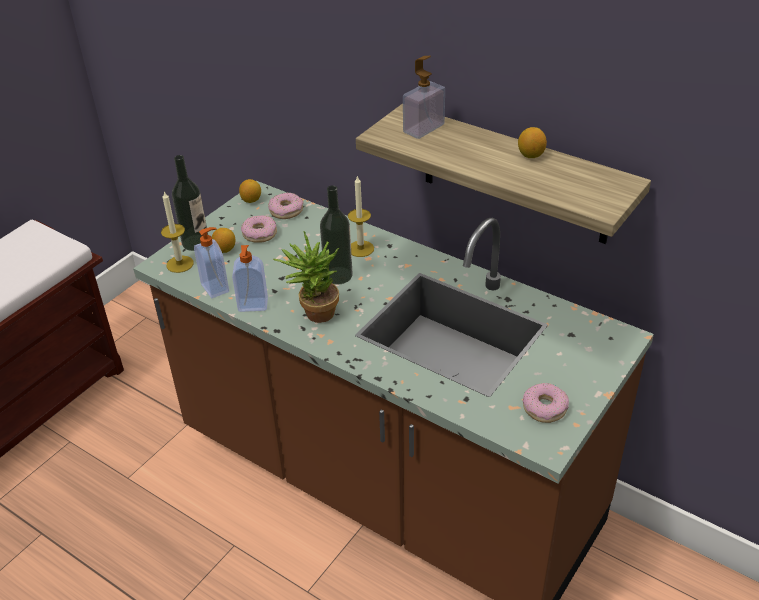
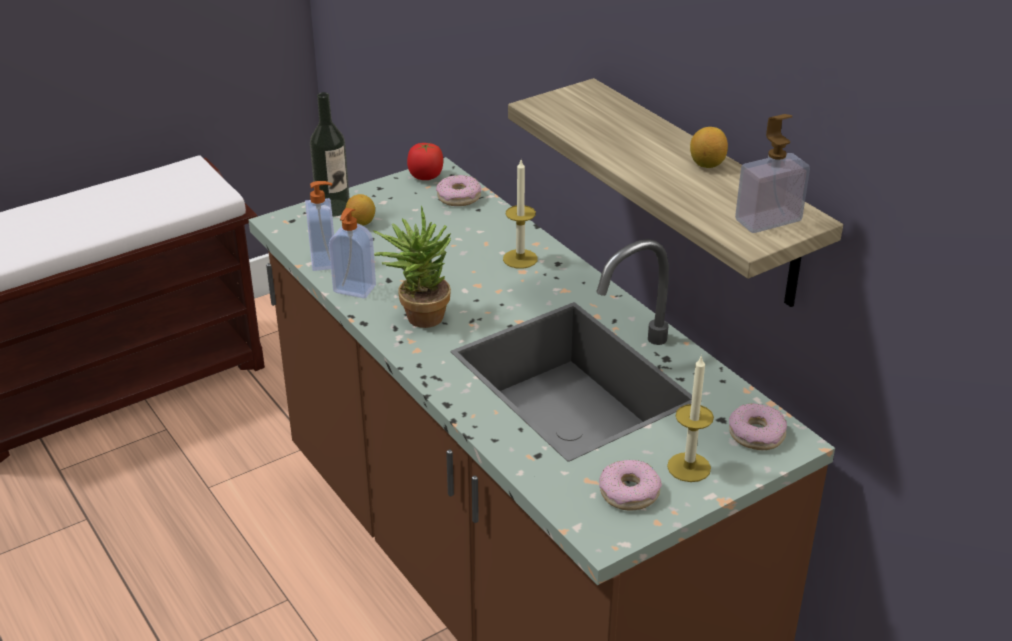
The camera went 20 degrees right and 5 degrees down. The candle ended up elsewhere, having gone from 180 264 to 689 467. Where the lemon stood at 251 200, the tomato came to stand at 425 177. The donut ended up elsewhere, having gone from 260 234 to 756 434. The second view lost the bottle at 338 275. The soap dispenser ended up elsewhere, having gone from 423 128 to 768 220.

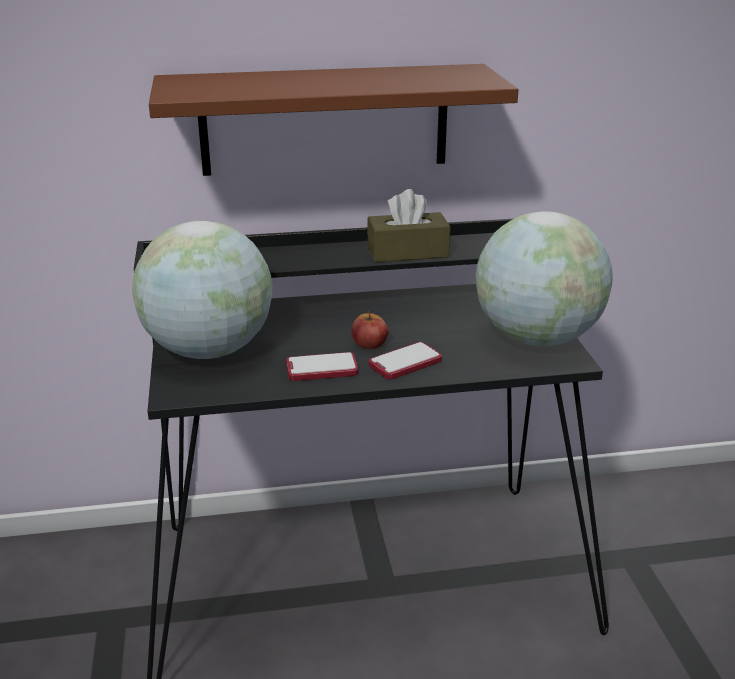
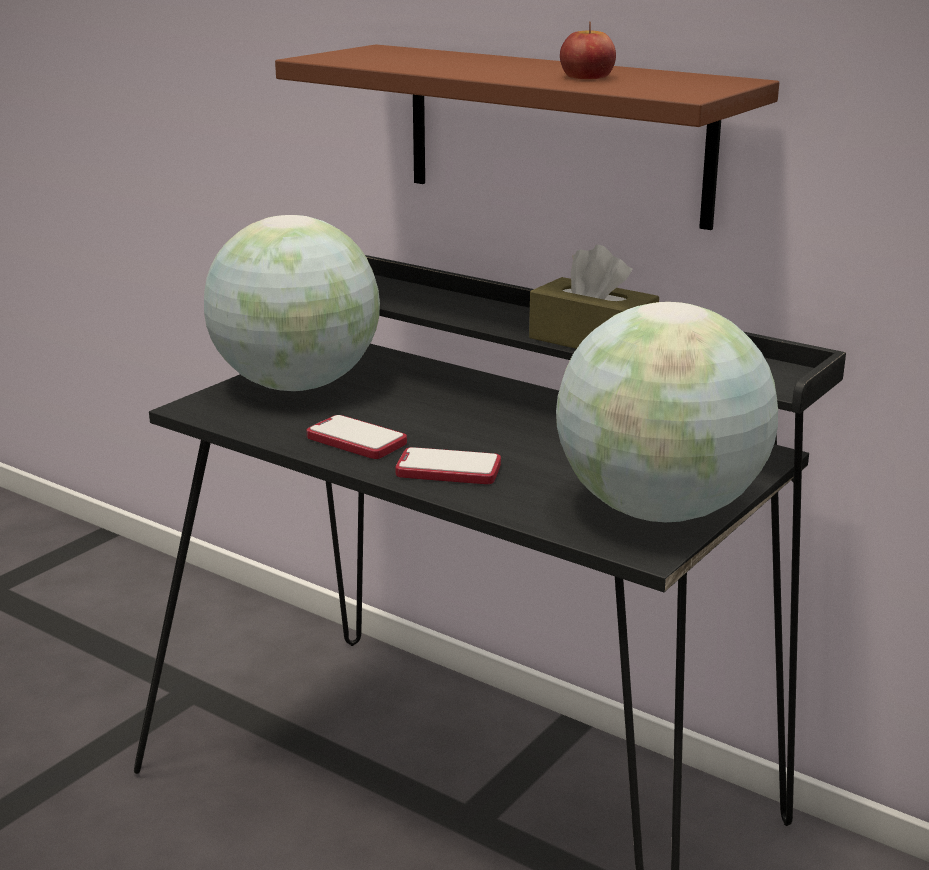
The camera went 45 degrees right and 5 degrees down. The apple ended up elsewhere, having gone from 369 343 to 587 76.

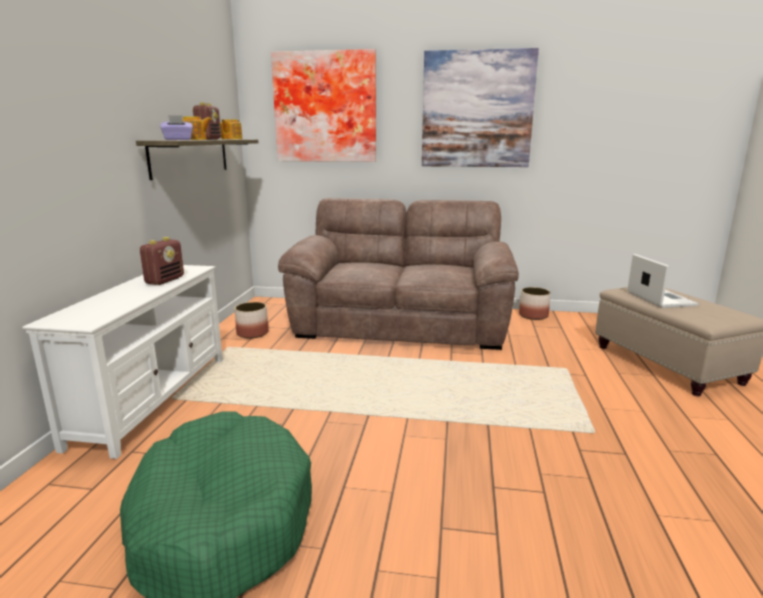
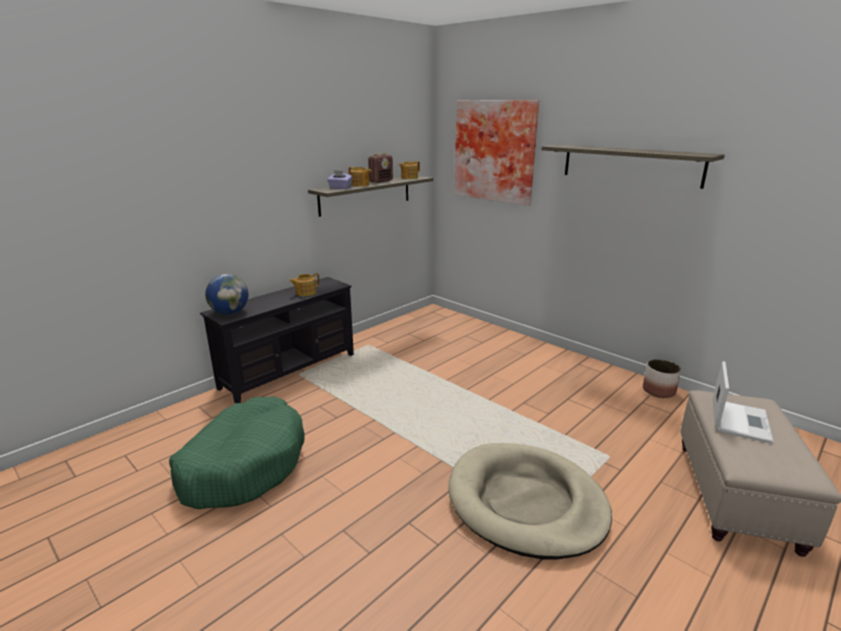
The camera went 35 degrees right and 5 degrees up. What was the tv stand in white at 153 399 turned into the tv stand in black at 289 371. Where the radio stood at 165 280, the teapot came to stand at 305 292. The second view lost the planter at 252 333. The second view lost the sofa in brown at 401 323. Where the picture hung at 477 110, the shelf came to hang at 630 165. The second view gained the globe at 230 312. The second view gained the dog bed in beige at 526 503.

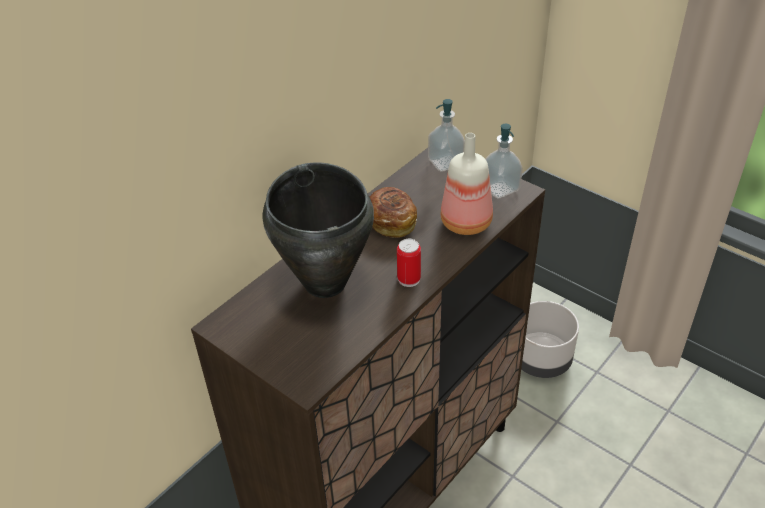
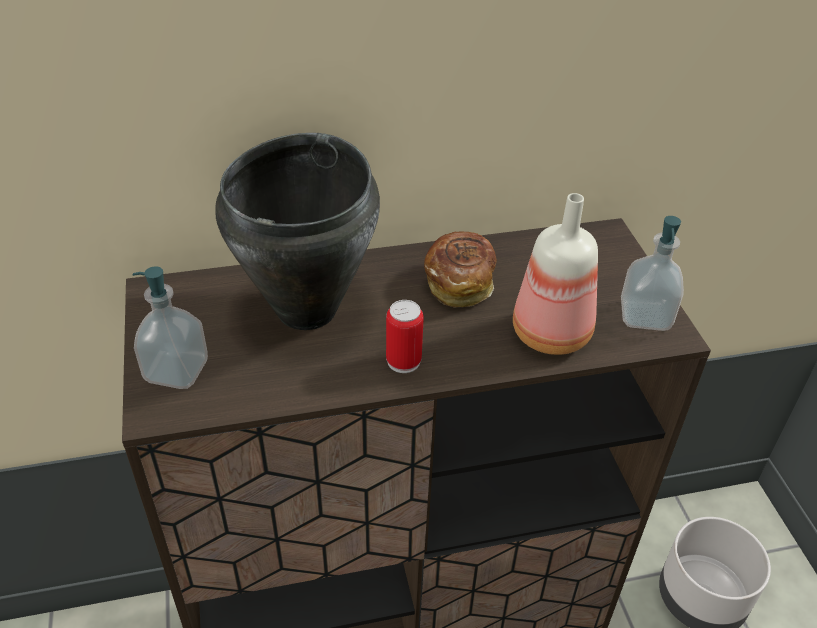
The camera went 35 degrees right and 0 degrees up. The soap dispenser ended up elsewhere, having gone from 445 162 to 176 370.

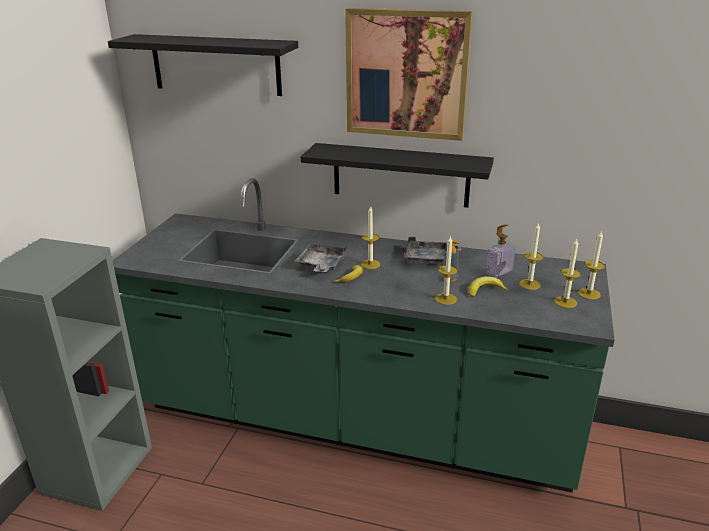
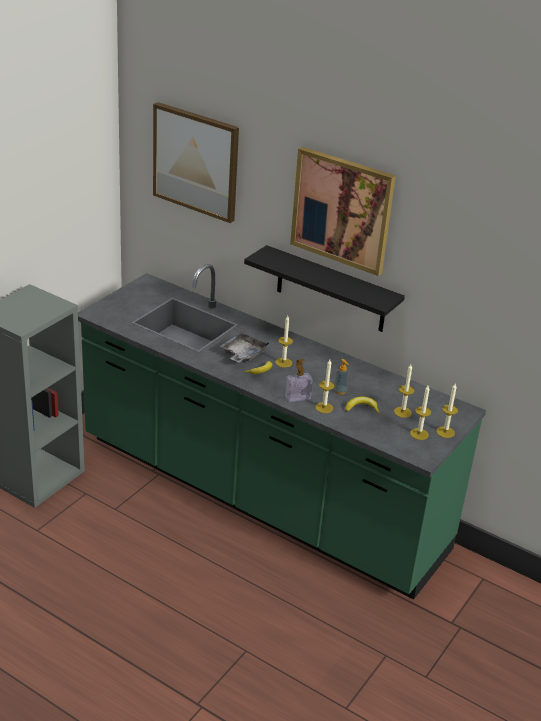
The camera went 15 degrees right and 5 degrees up. Where the shelf in black hung at 216 65, the picture came to hang at 196 161. The second view lost the tray in grey at 429 259. The soap dispenser ended up elsewhere, having gone from 498 271 to 297 397.

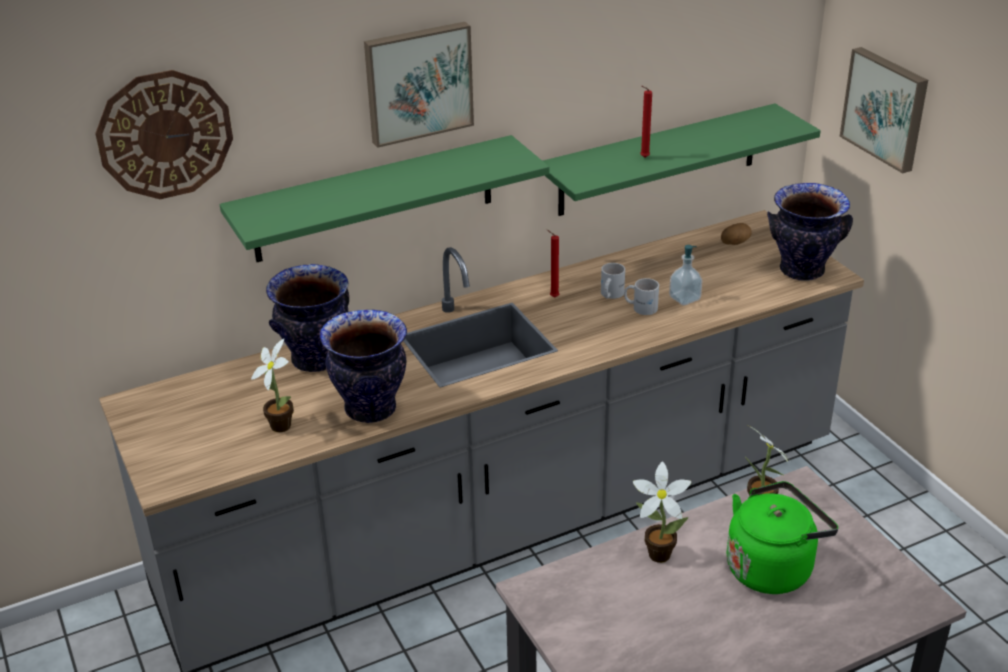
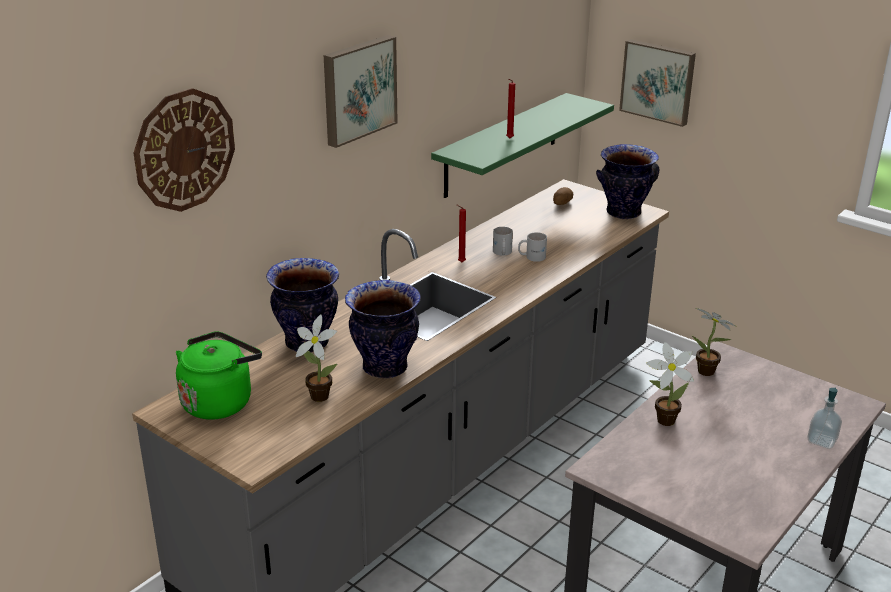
The camera went 25 degrees left and 5 degrees down. The second view lost the shelf in green at 374 199. The soap dispenser ended up elsewhere, having gone from 684 298 to 822 441. The kettle in green ended up elsewhere, having gone from 772 567 to 219 401.

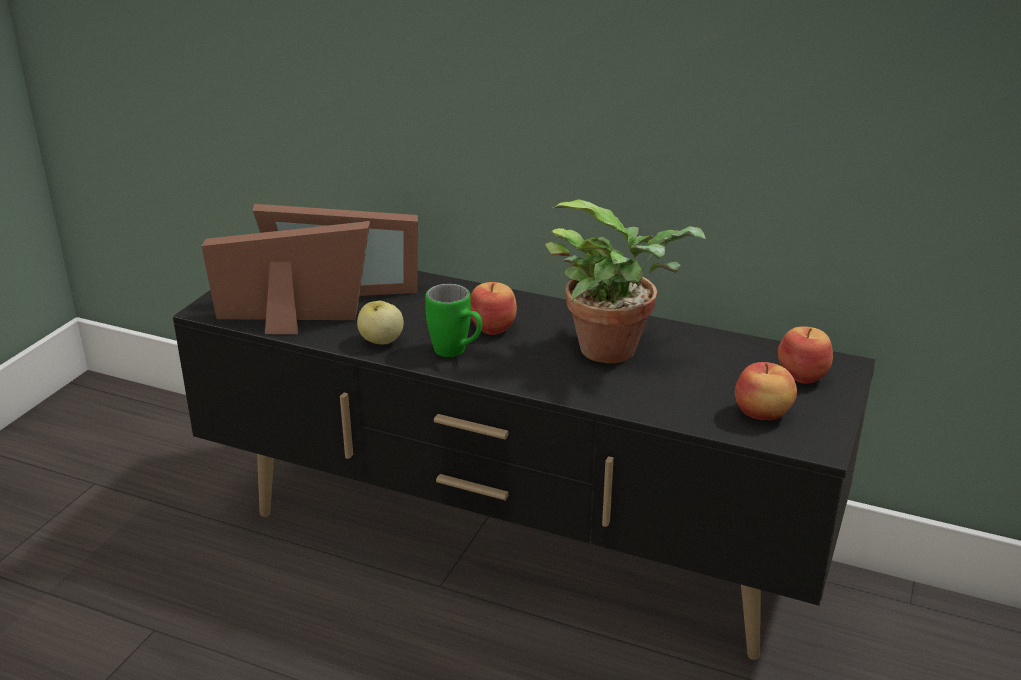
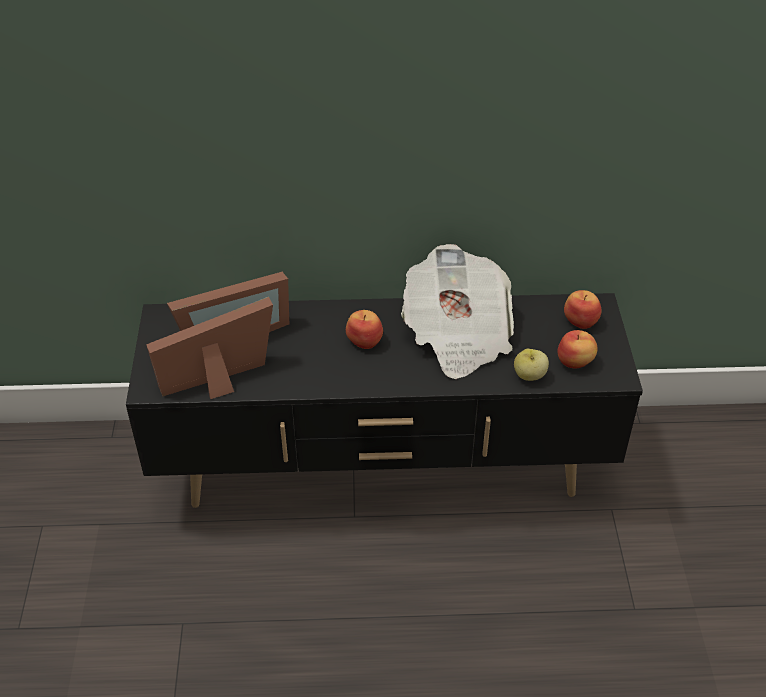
The camera went 25 degrees left and 15 degrees up. The apple ended up elsewhere, having gone from 381 341 to 529 376. The second view lost the mug in green at 457 353. Where the potted plant stood at 616 349, the newspaper came to stand at 457 335.

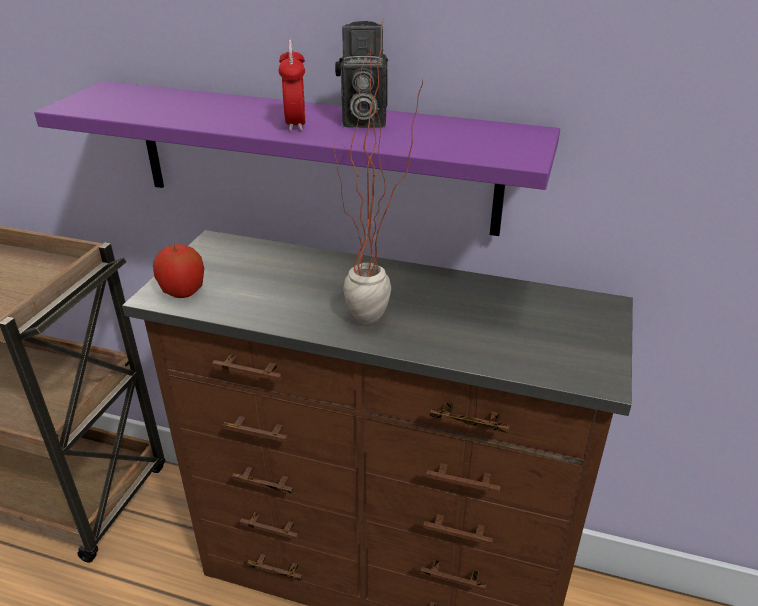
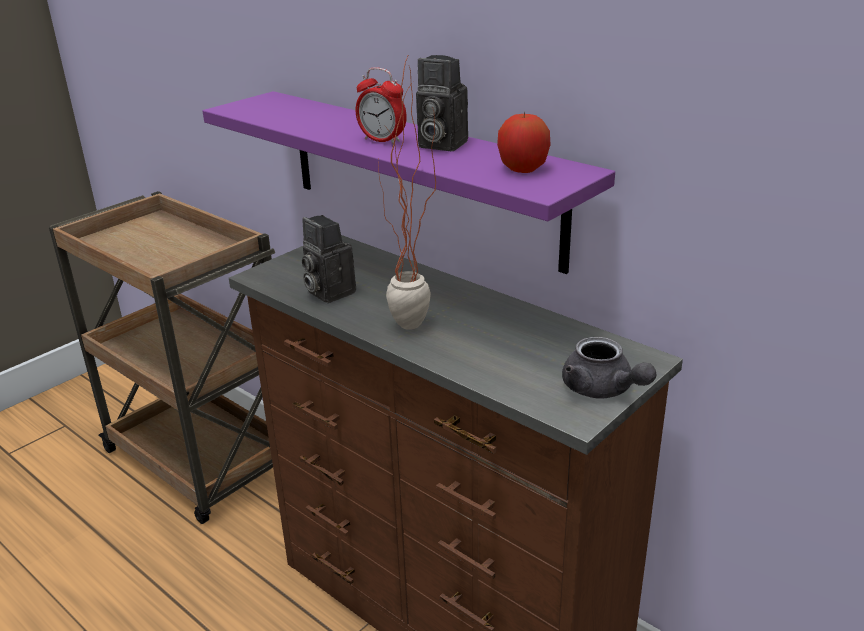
The camera went 25 degrees right and 5 degrees down. The apple ended up elsewhere, having gone from 183 292 to 523 169. The alarm clock at 295 124 ended up facing another way, 105 degrees clockwise from before. The second view gained the photo camera at 327 292. The second view gained the teapot in grey at 602 390.

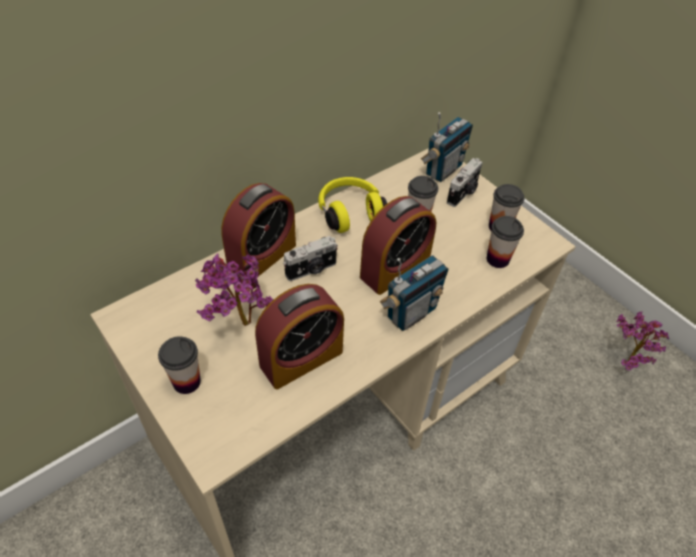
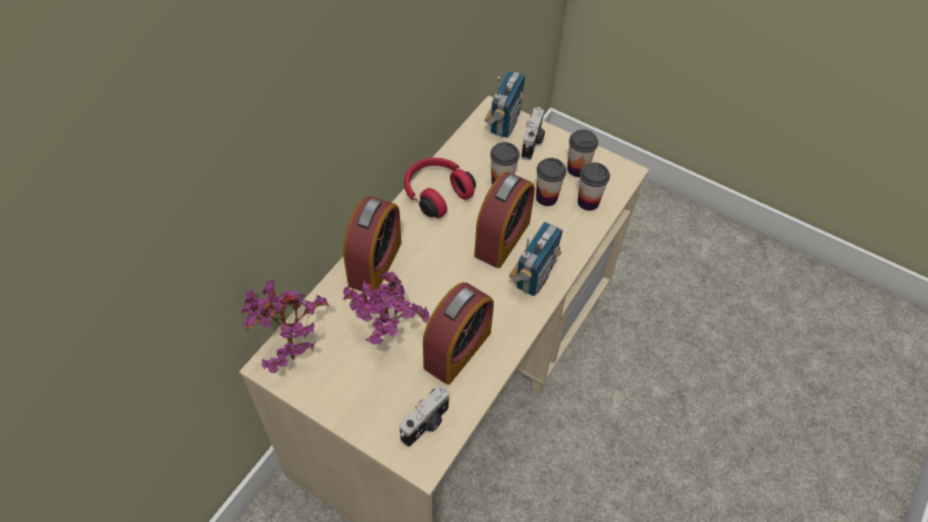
The camera went 20 degrees left and 5 degrees up. The cup ended up elsewhere, having gone from 186 382 to 546 197. The photo camera ended up elsewhere, having gone from 311 270 to 426 424. What was the headphones in yellow at 349 212 turned into the headphones in red at 436 193. The potted plant ended up elsewhere, having gone from 625 360 to 290 350.

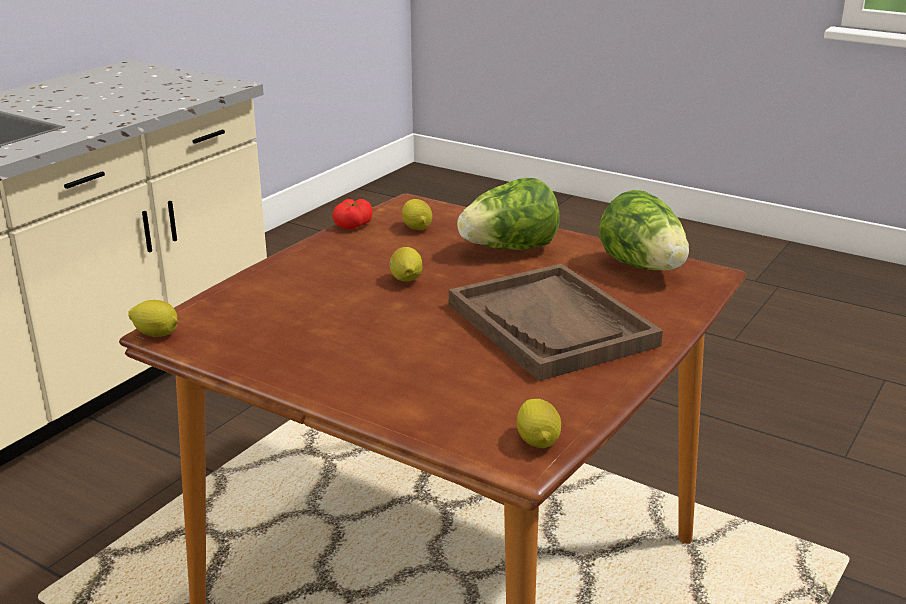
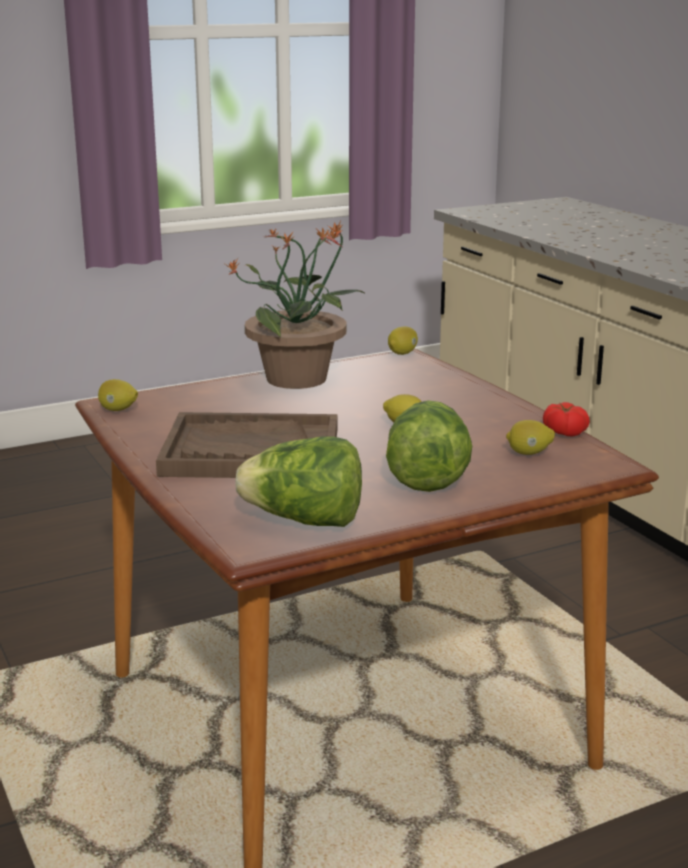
The camera went 120 degrees right and 5 degrees down. The second view gained the potted plant at 299 378.

